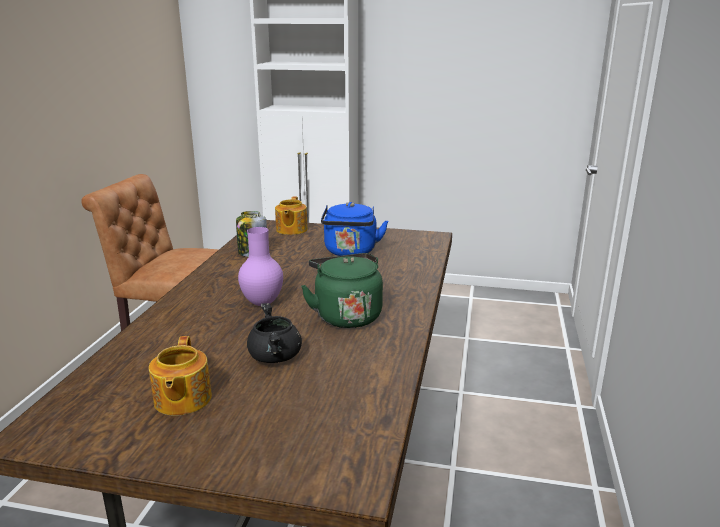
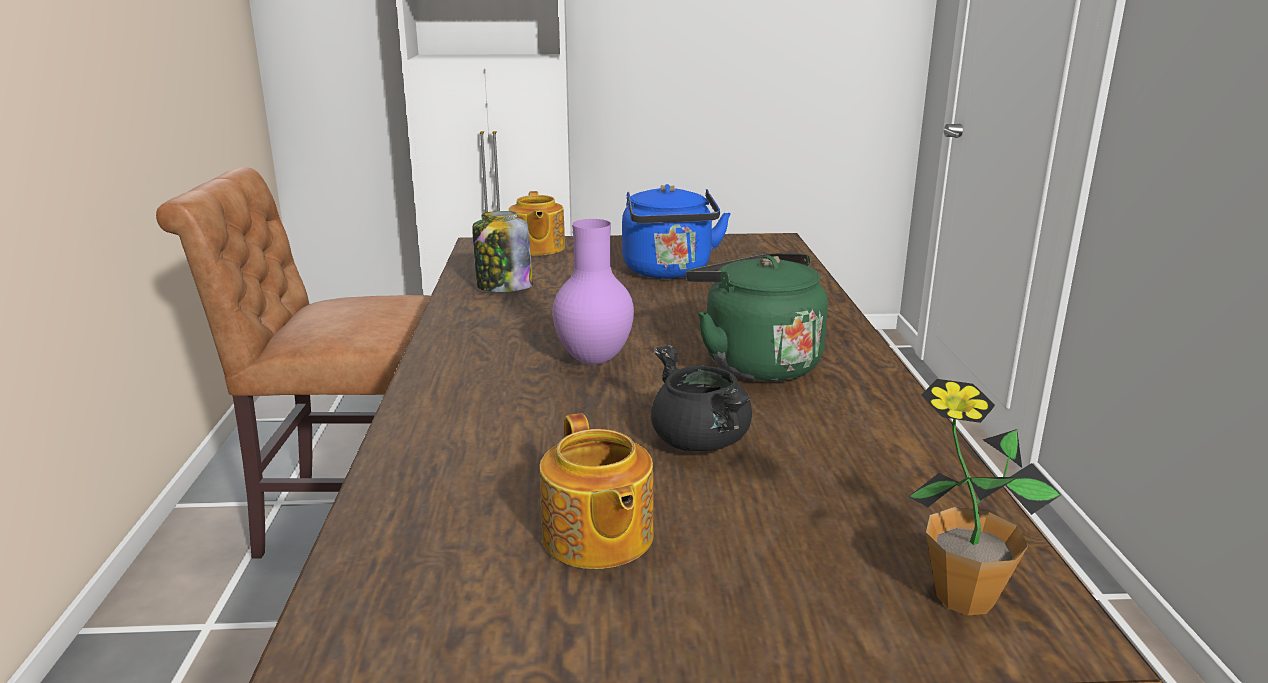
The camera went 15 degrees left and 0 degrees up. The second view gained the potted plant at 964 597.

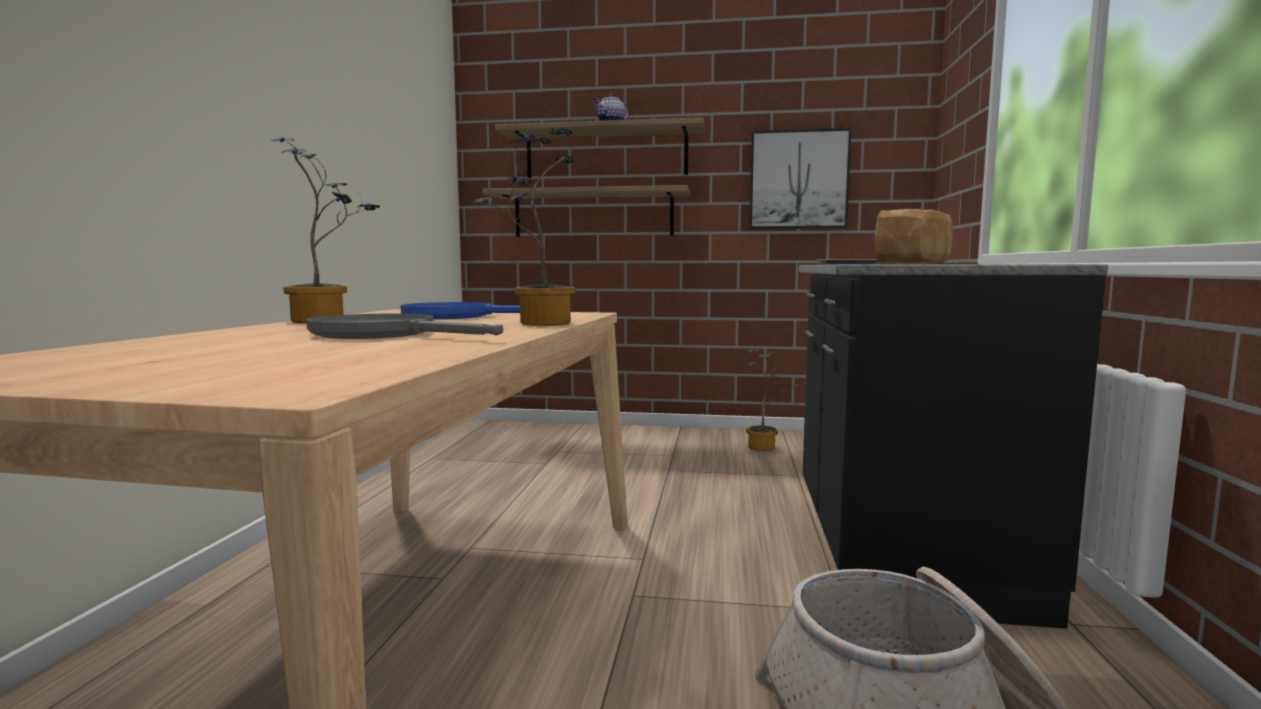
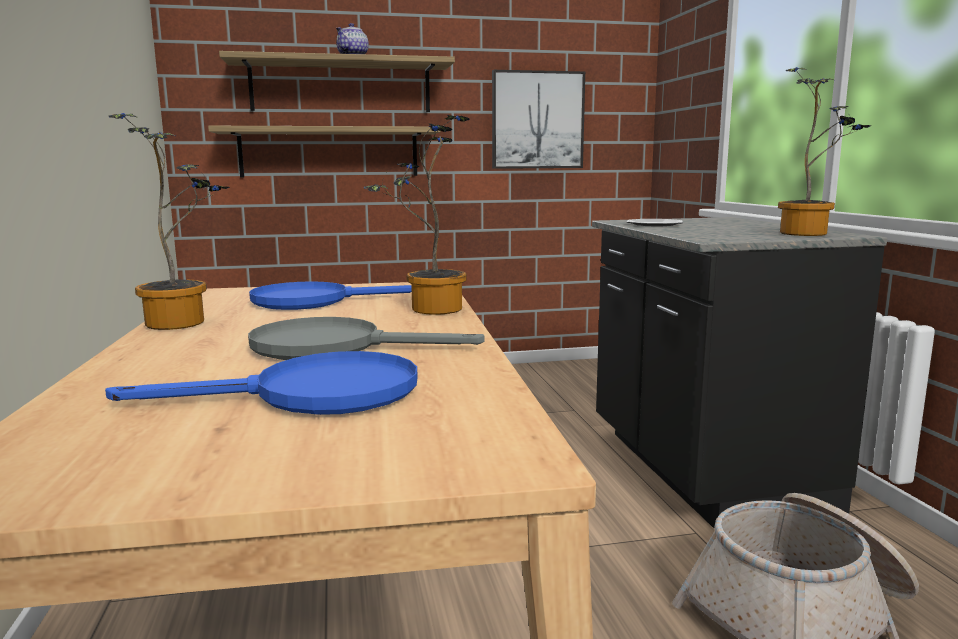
The camera went 20 degrees left and 5 degrees up. The potted plant ended up elsewhere, having gone from 766 448 to 810 233. The second view lost the bread at 917 263. The second view gained the frying pan in blue at 313 394.

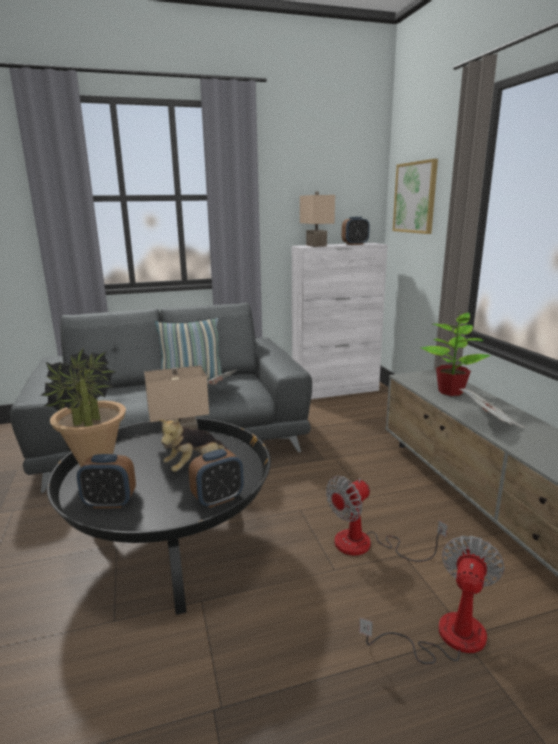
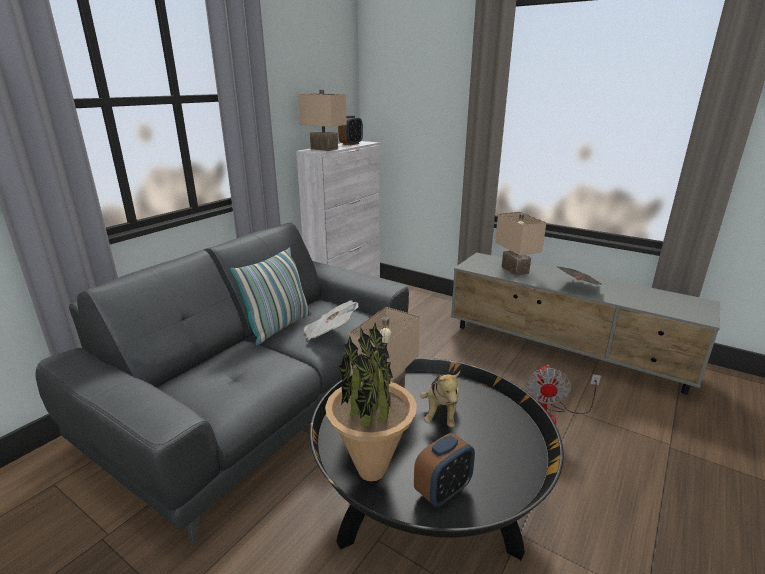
The camera went 40 degrees left and 5 degrees up. The second view lost the alarm clock at 218 499. The second view lost the fan at 445 636. The second view lost the picture at 415 197. Where the potted plant stood at 450 391, the table lamp in beige came to stand at 516 270.

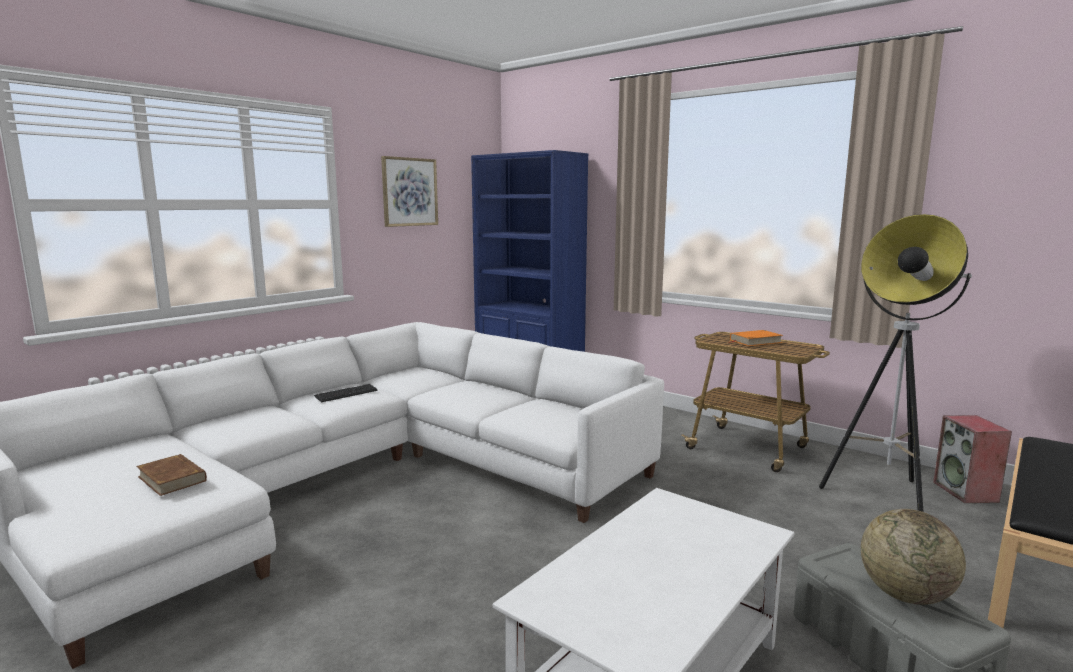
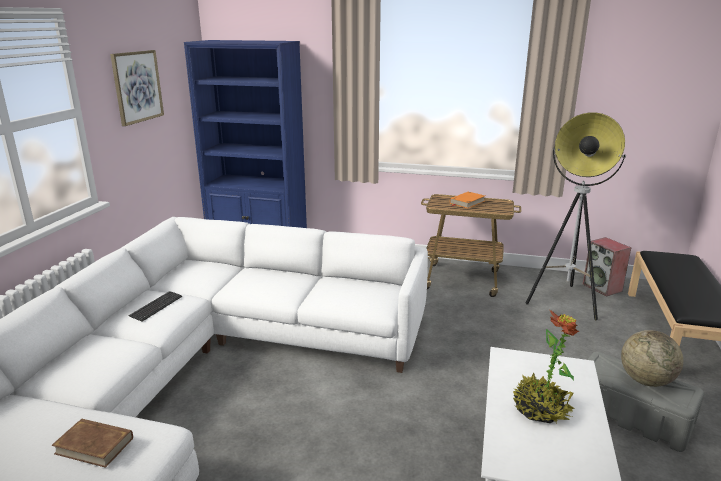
The camera went 25 degrees left and 10 degrees up. The second view gained the potted plant at 540 410.

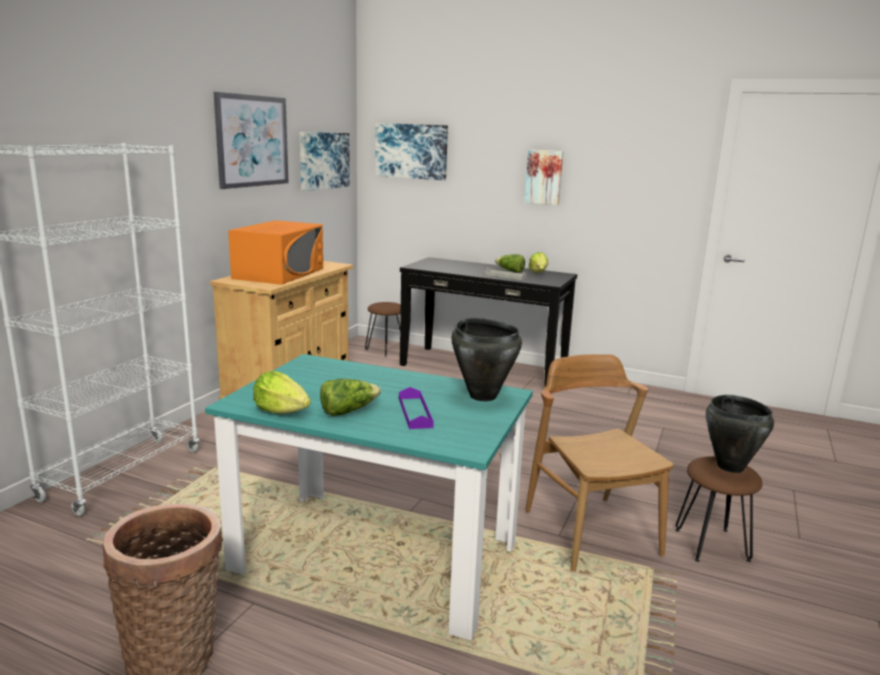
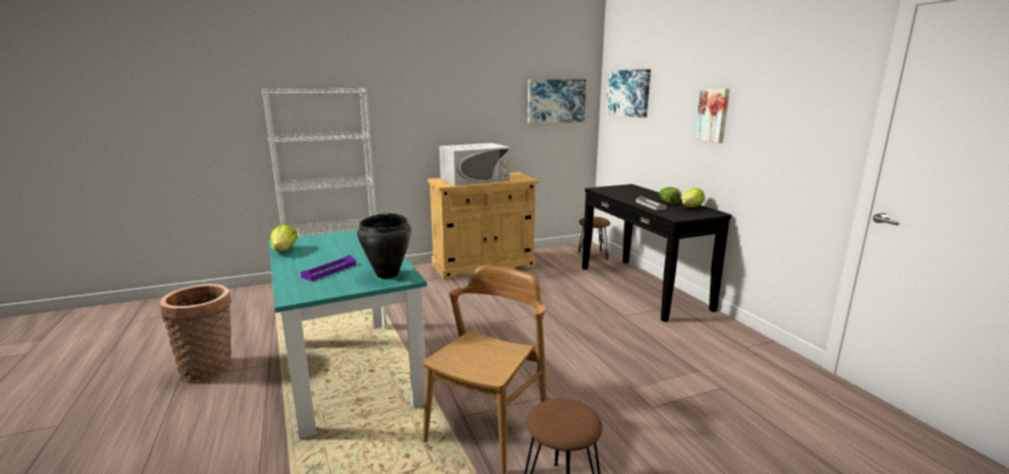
The camera went 45 degrees right and 0 degrees up. The second view lost the picture at 252 141. What was the microwave in orange at 279 273 turned into the microwave in white at 475 179. The second view lost the lettuce at 348 411. The second view lost the cooking pot in black at 730 467.

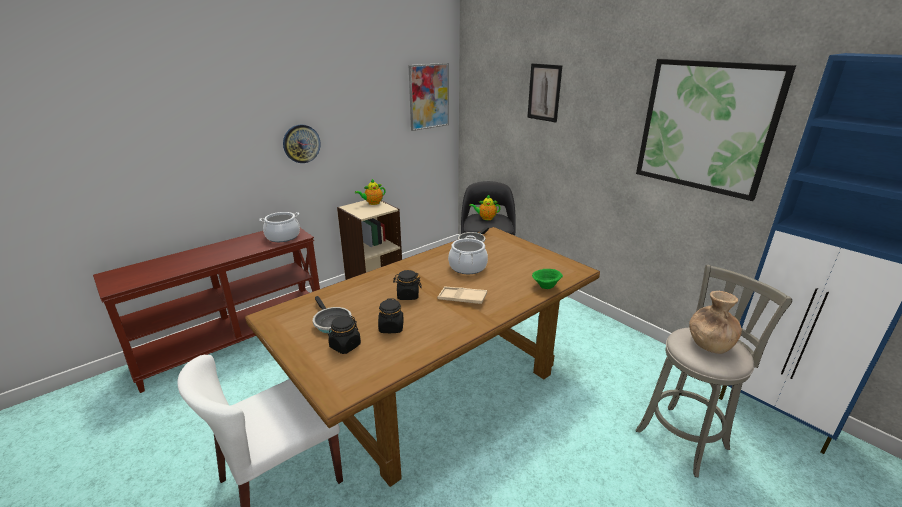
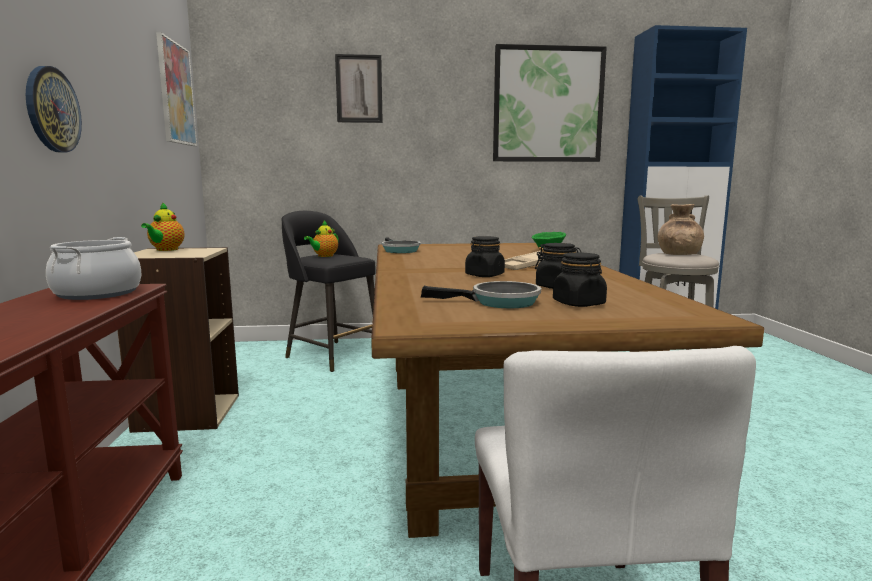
The camera went 55 degrees left and 15 degrees down. The second view lost the cooking pot at 468 267.

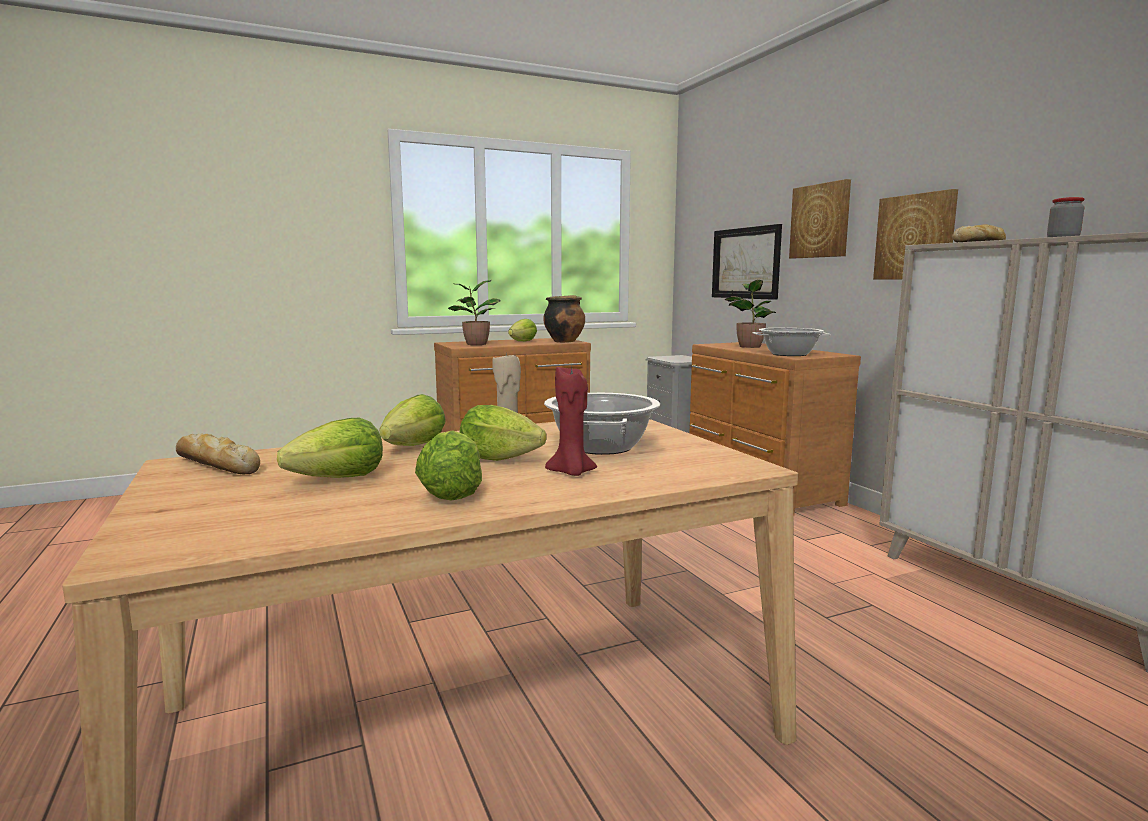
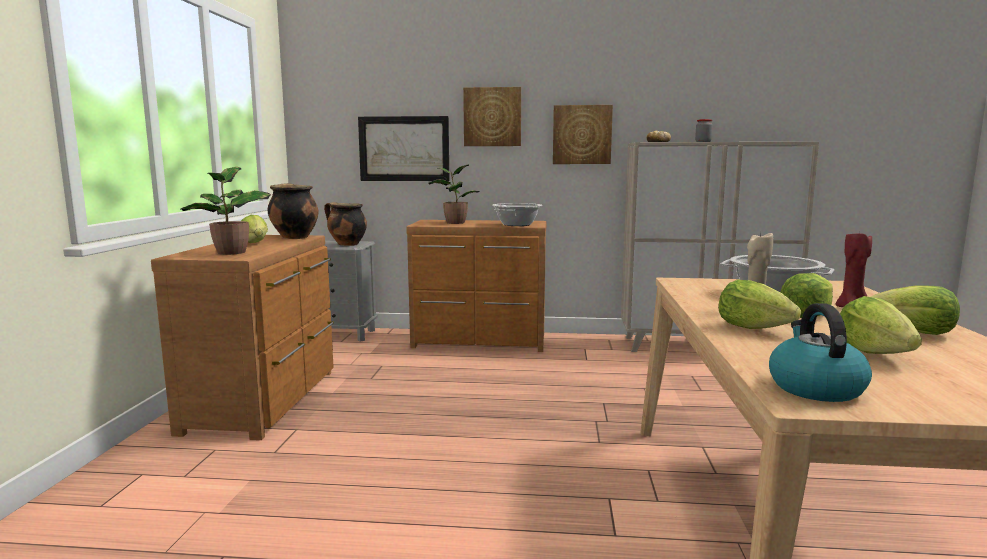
The camera went 60 degrees left and 0 degrees up. Where the bread stood at 216 465, the kettle came to stand at 814 387. The second view gained the cooking pot at 346 244.

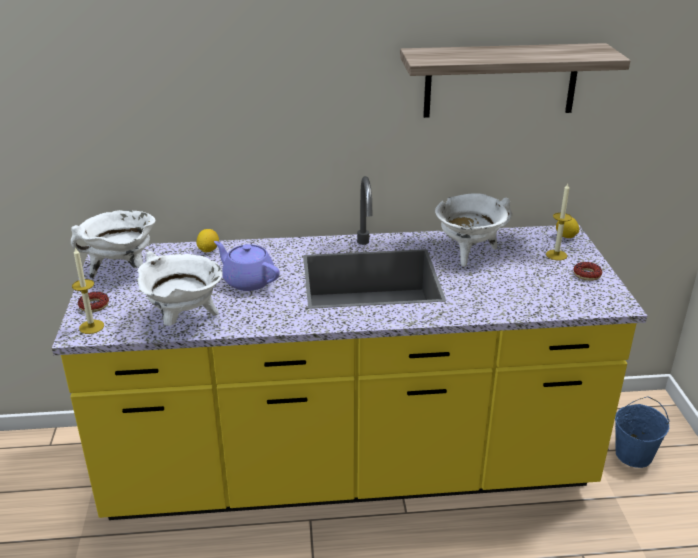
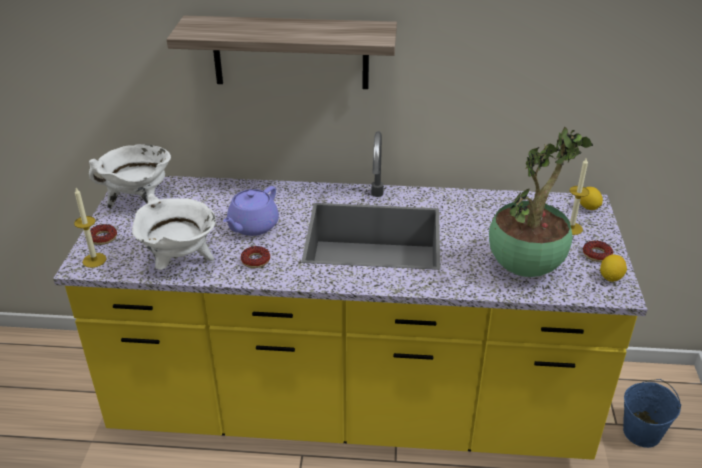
The camera went 10 degrees right and 5 degrees up. The lemon ended up elsewhere, having gone from 208 250 to 610 277. The teapot in purple at 248 281 ended up facing another way, 105 degrees counterclockwise from before. The shelf ended up elsewhere, having gone from 500 80 to 290 52. The second view lost the cooking pot in white at 468 253. The second view gained the donut at 255 260. The second view gained the potted plant at 525 267.

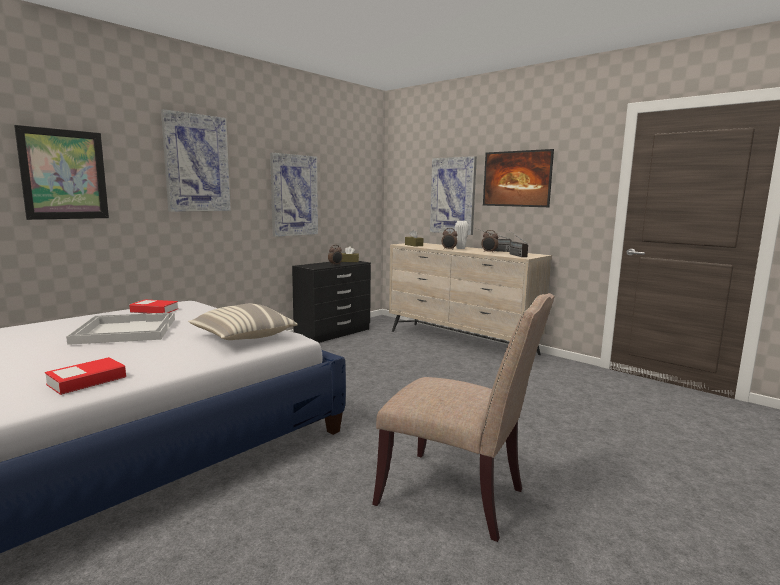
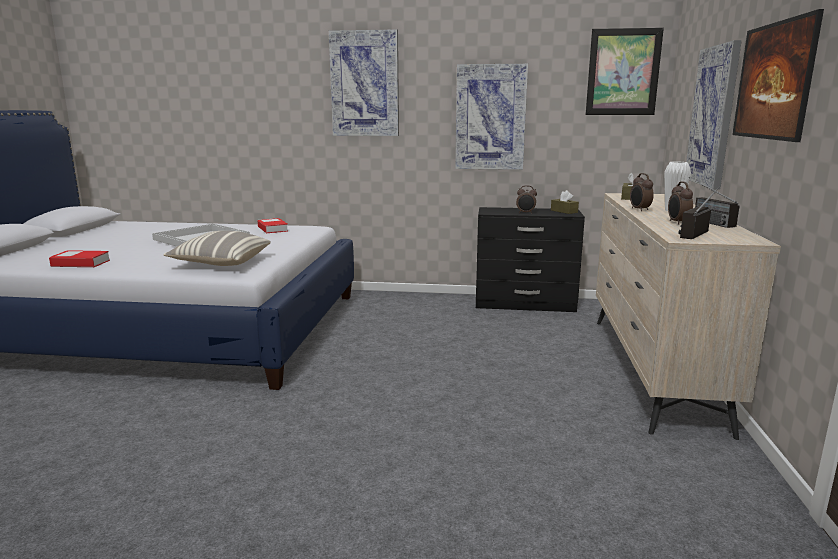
The camera went 55 degrees right and 5 degrees up. The picture ended up elsewhere, having gone from 64 174 to 623 72. The second view lost the chair in beige at 458 496.

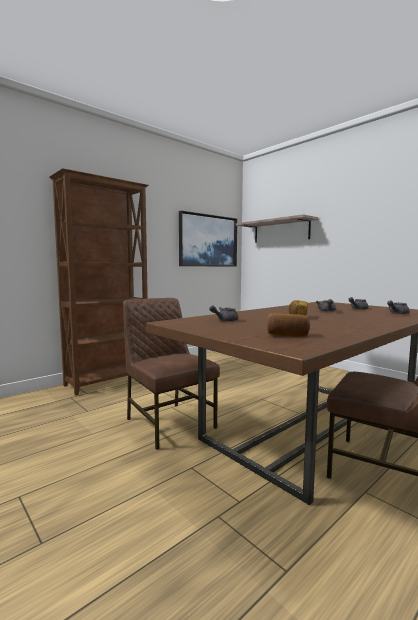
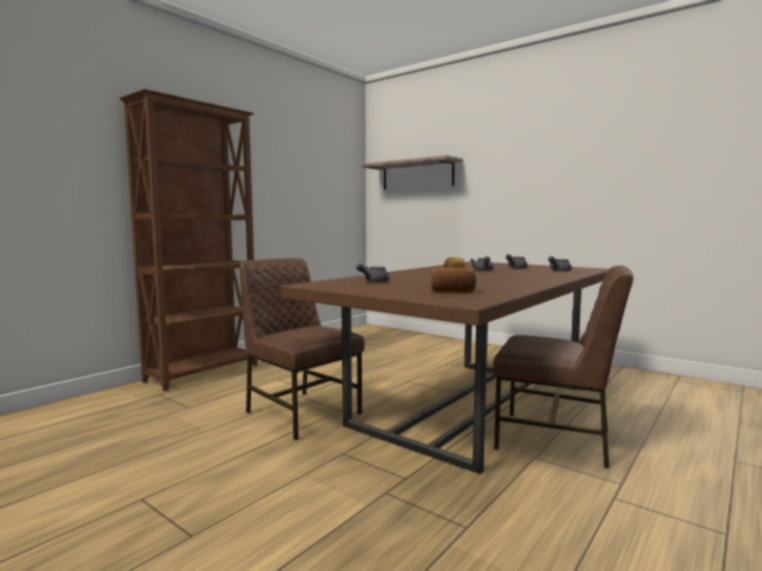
The camera went 10 degrees left and 0 degrees up. The second view lost the picture at 208 241.

